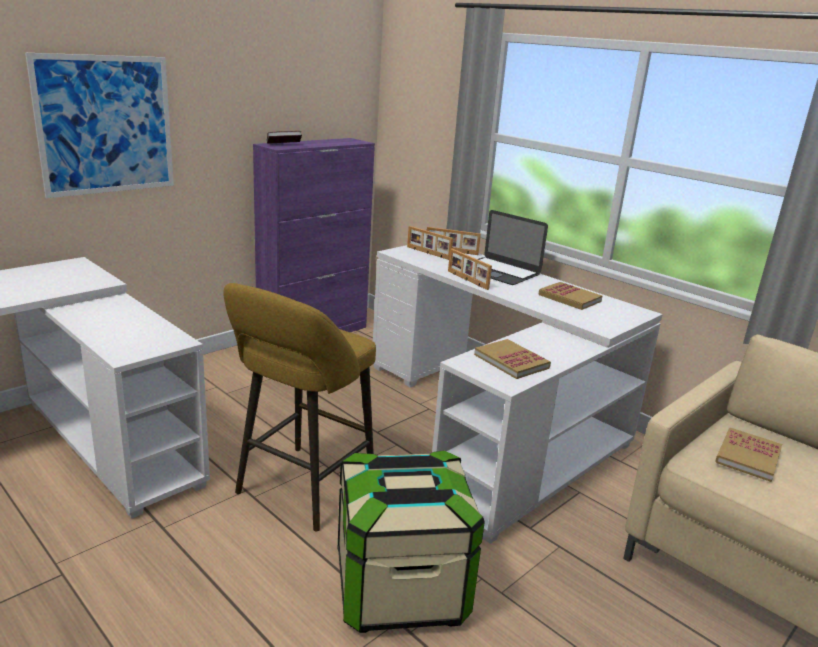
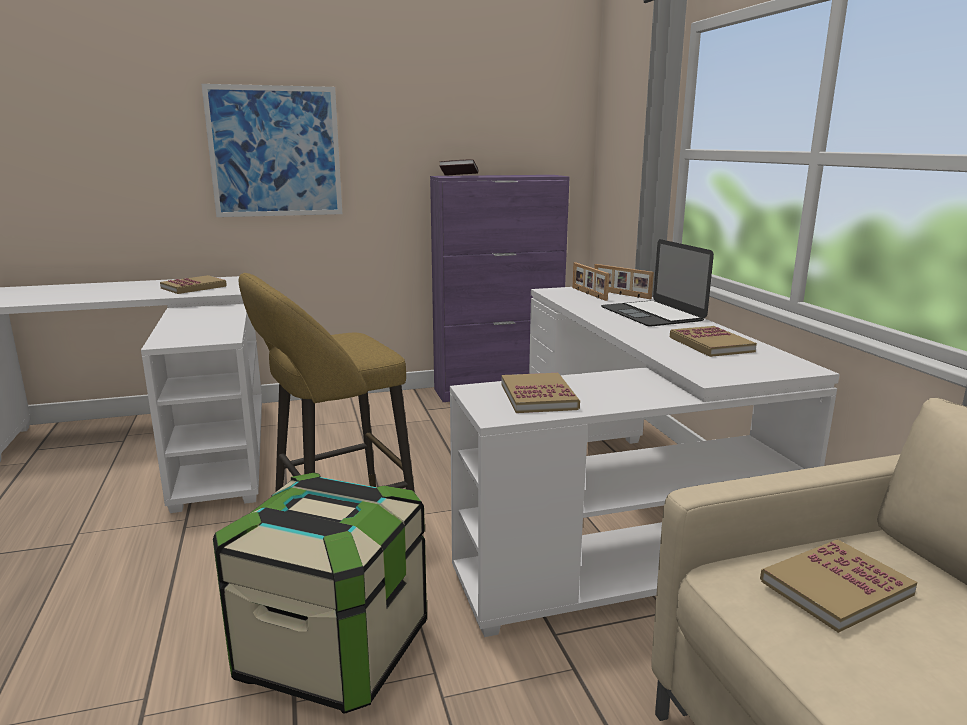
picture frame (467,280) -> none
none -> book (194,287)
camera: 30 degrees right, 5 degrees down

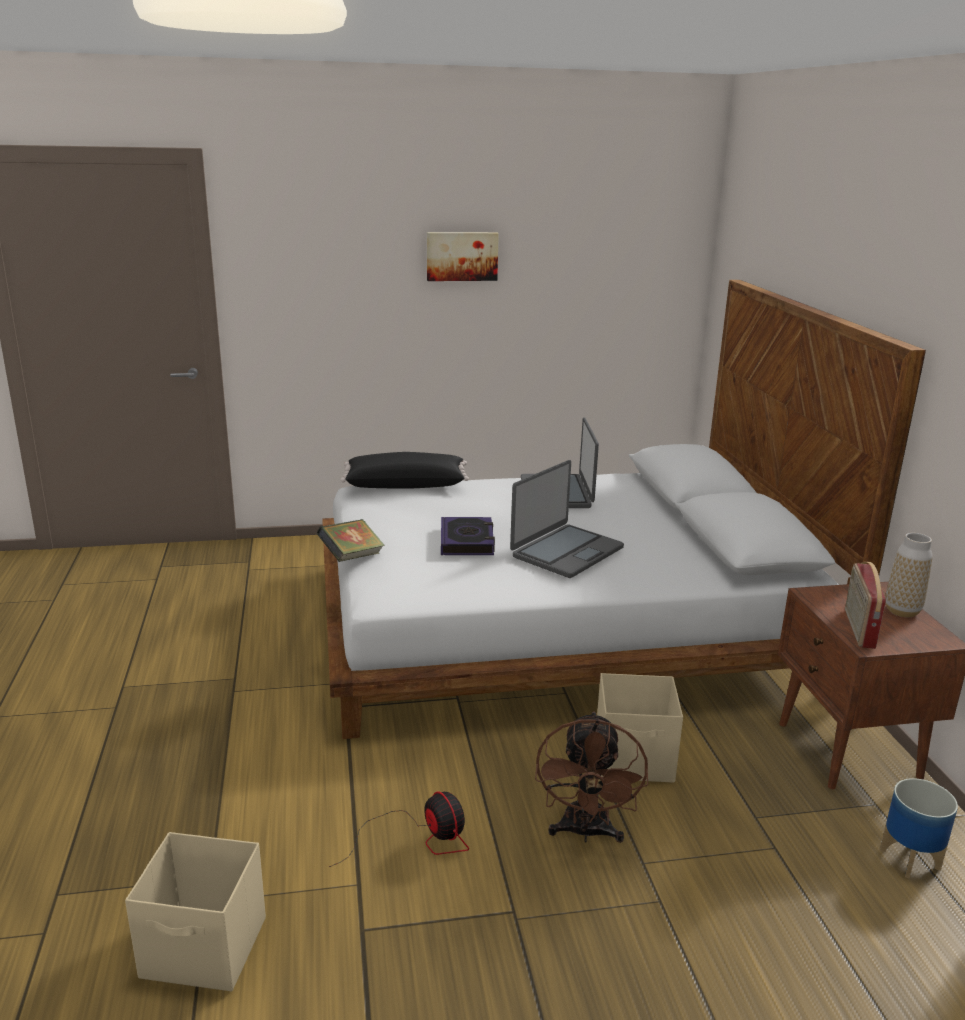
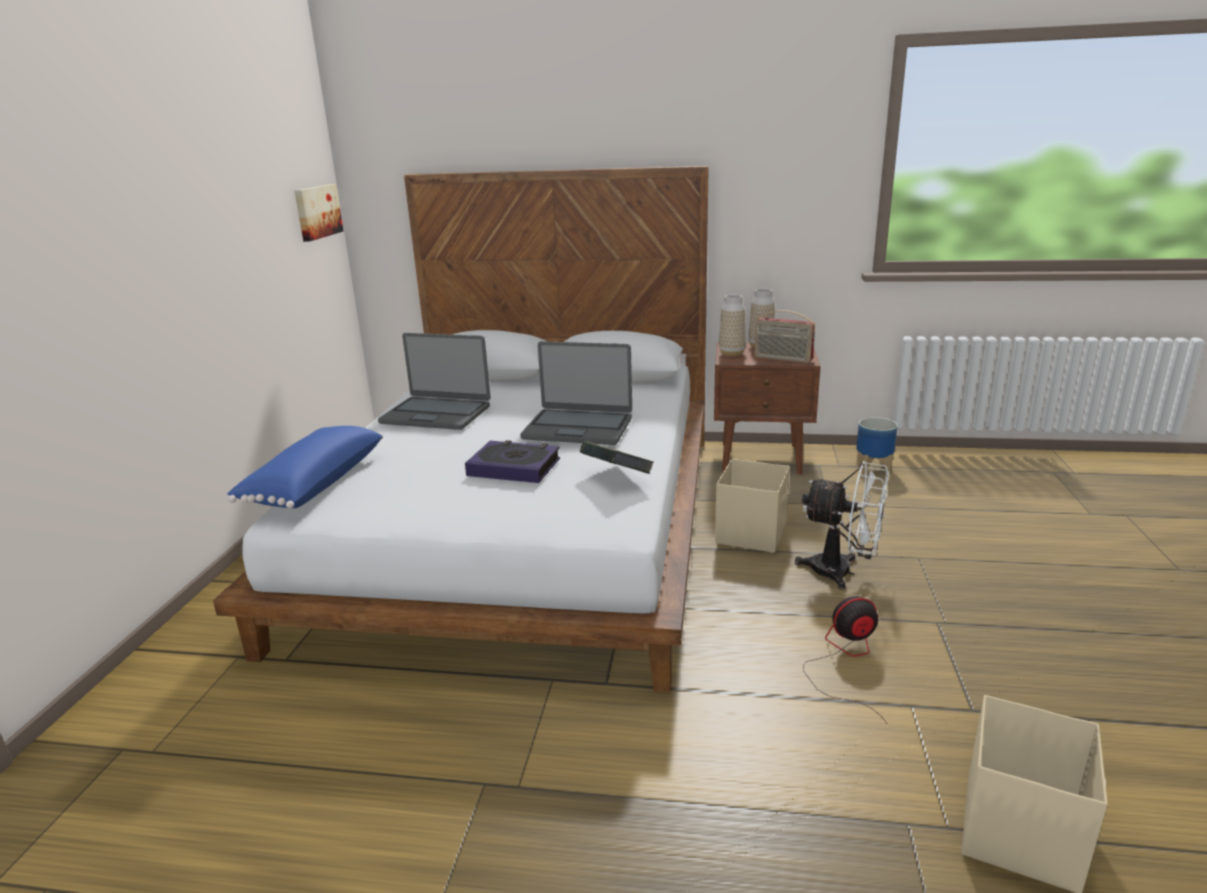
picture (462,256) -> picture (317,212), move
pillow (black) (405,485) -> pillow (blue) (313,484)
laptop (566,552) -> laptop (578,428), 135 degrees clockwise
book (351,557) -> book (616,477), move
fan (brown) (585,832) -> fan (white) (842,572)
none -> vase (731,354)
camera: 70 degrees left, 0 degrees up

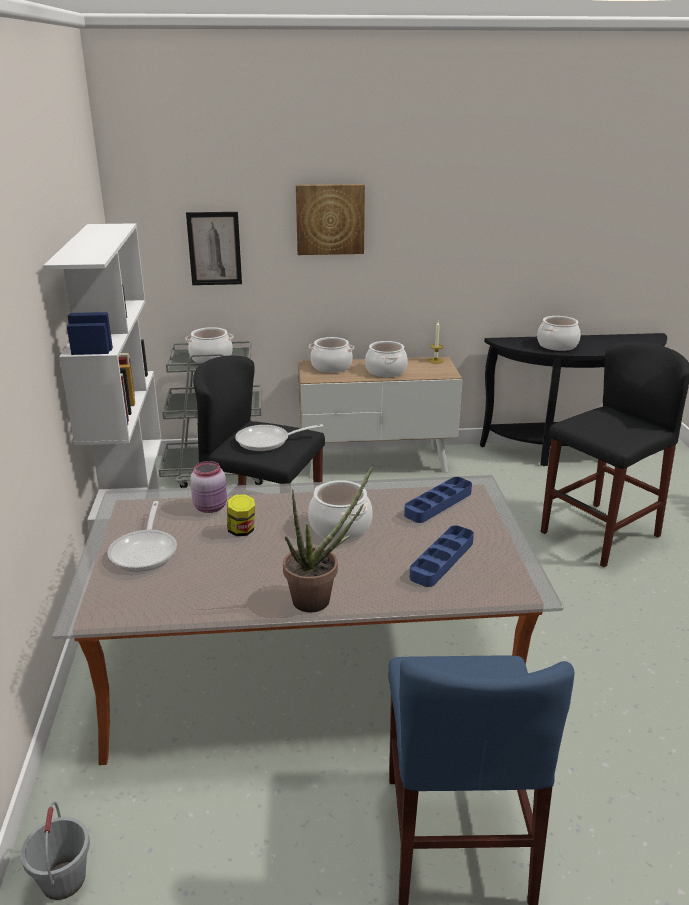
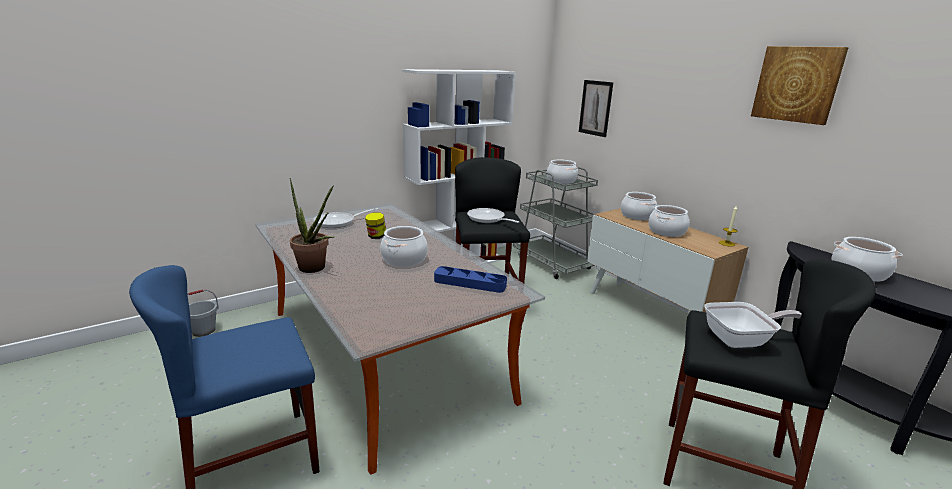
picture (330,219) -> picture (797,84), move
jar (pink) (211,507) -> none
tray (blue) (442,560) -> none
none -> frying pan (741,340)
camera: 60 degrees right, 5 degrees down

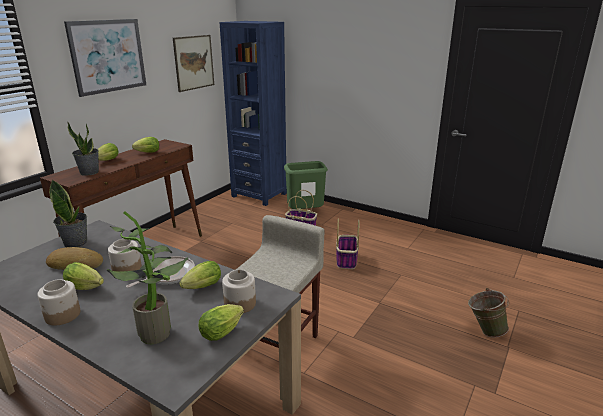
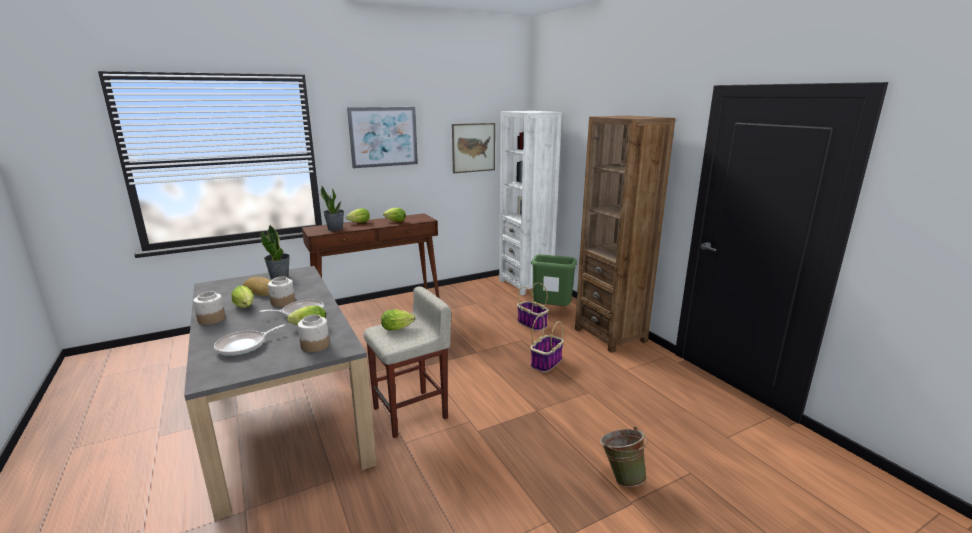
bookcase (blue) (259,195) -> bookcase (white) (525,284)
potted plant (158,331) -> frying pan (244,346)
lettuce (223,331) -> lettuce (399,328), move
none -> bookcase (brown) (610,335)
camera: 30 degrees right, 5 degrees down

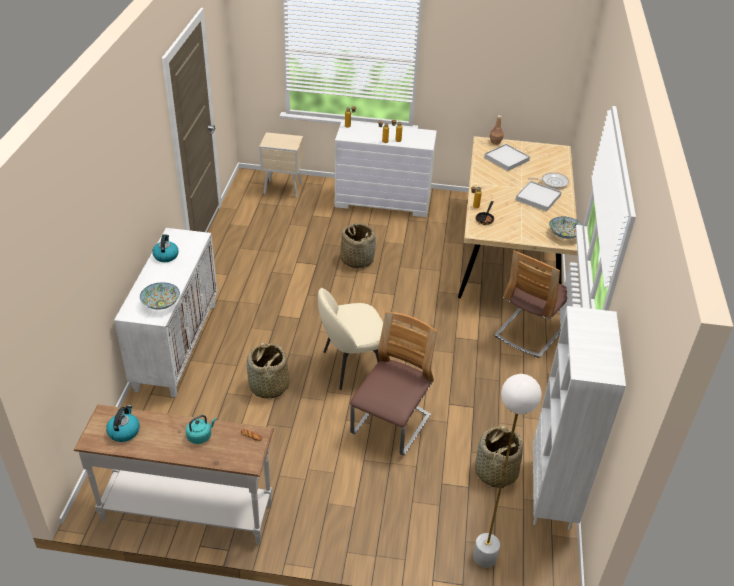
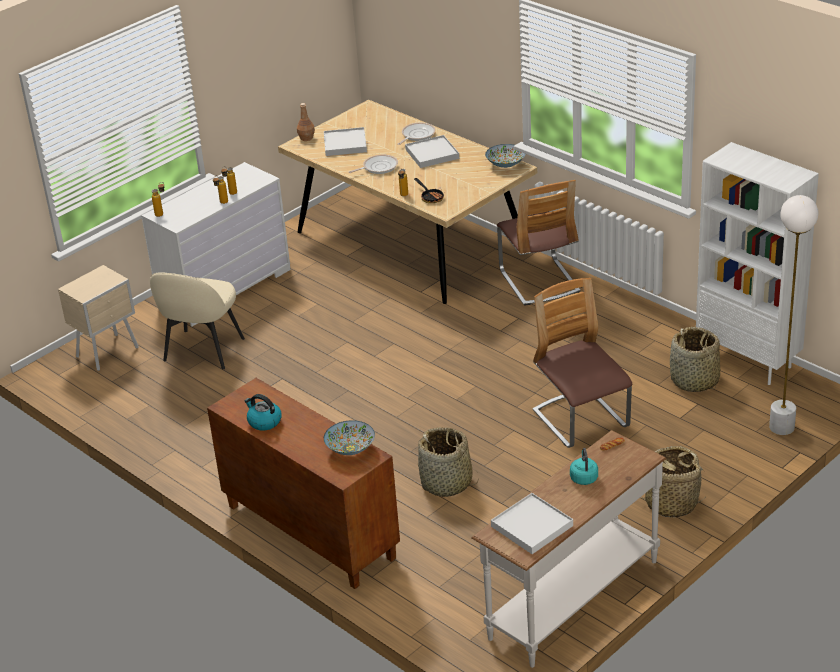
basket (357,259) -> basket (671,503), move
cabinet (white) (176,345) -> cabinet (brown) (309,532)
chair (beige) (351,366) -> chair (beige) (203,351), move
kettle (124,431) -> tray (white) (532,526)
none -> frying pan (378,167)
camera: 50 degrees left, 5 degrees down

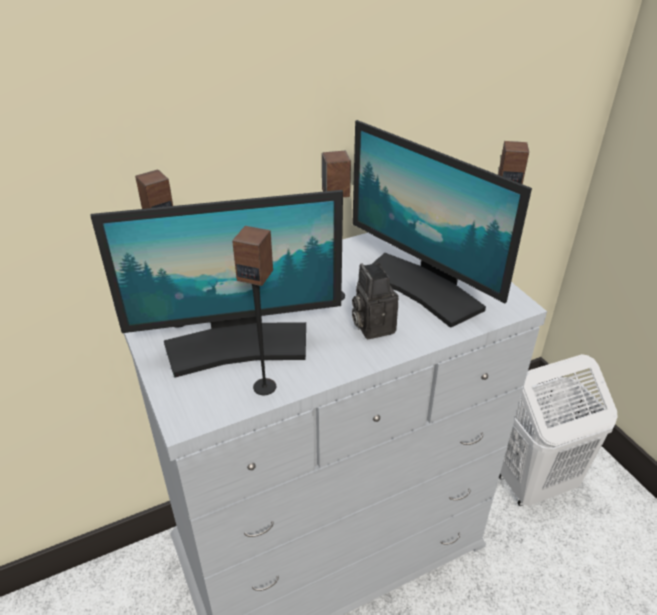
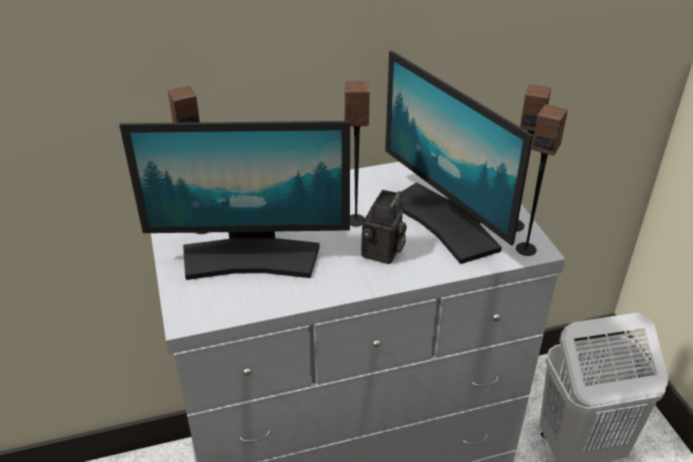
speaker (265,386) -> speaker (526,249), move
photo camera (371,326) -> photo camera (383,253), 150 degrees counterclockwise
camera: 10 degrees right, 0 degrees up

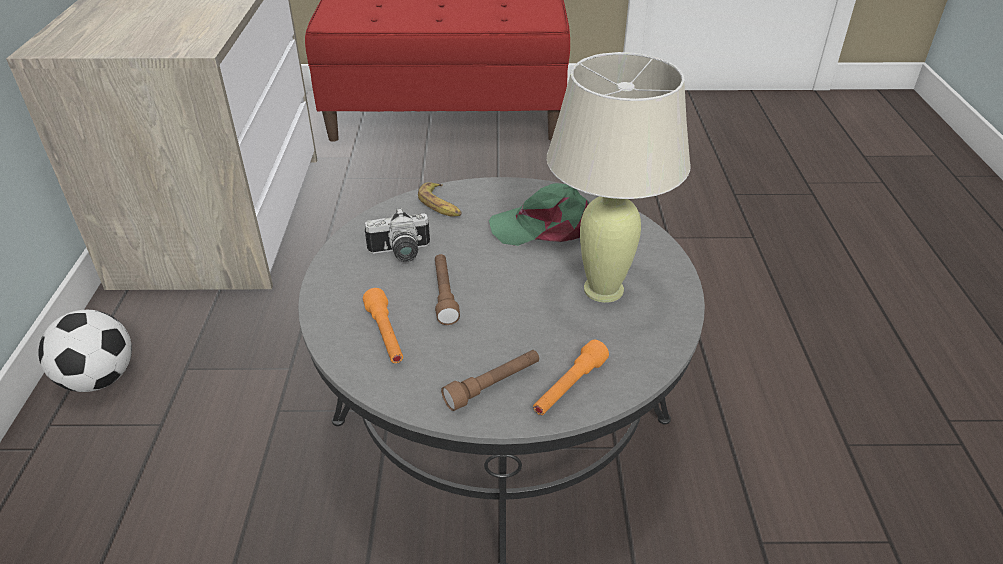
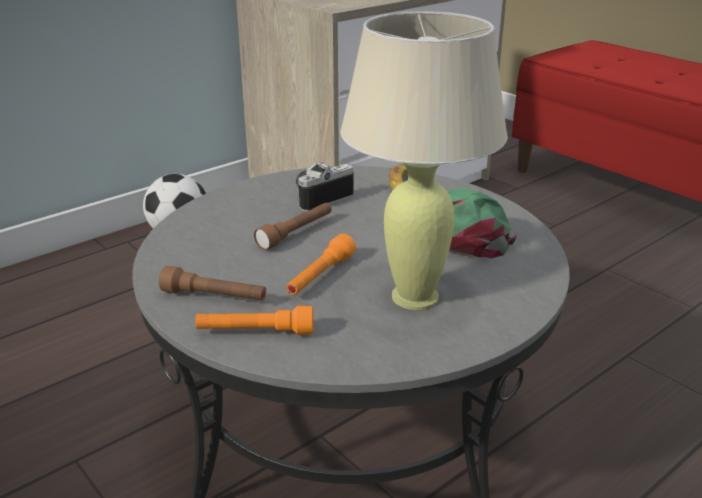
photo camera (400,253) -> photo camera (319,197), 105 degrees clockwise
flashlight (orange) (386,335) -> flashlight (orange) (320,276), move
camera: 50 degrees right, 10 degrees down

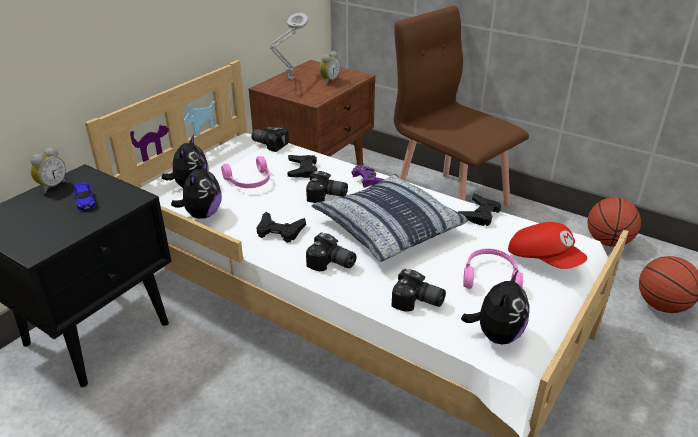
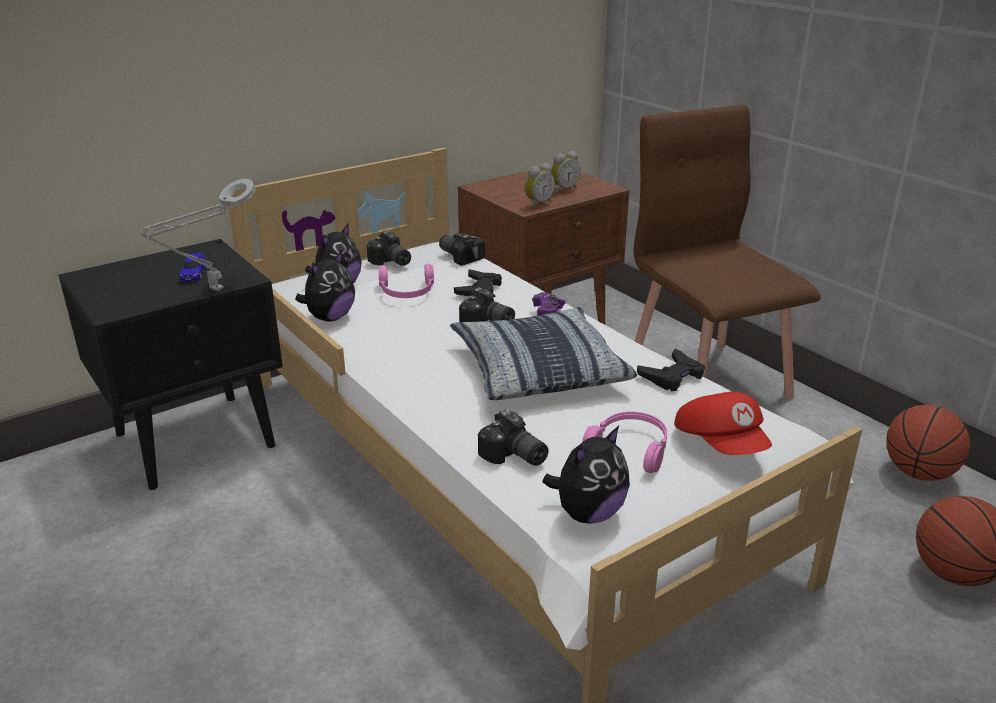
table lamp (grey) (289,80) -> table lamp (grey) (213,290), move
alarm clock (52,186) -> alarm clock (537,203), move
game controller (black) (279,231) -> none
photo camera (331,264) -> photo camera (390,262), move
camera: 20 degrees right, 5 degrees down

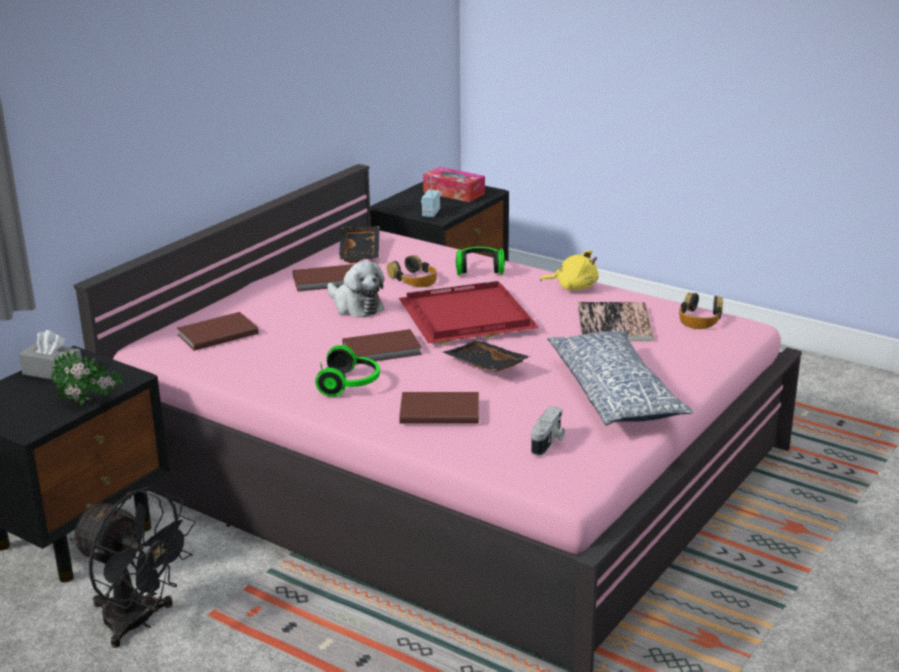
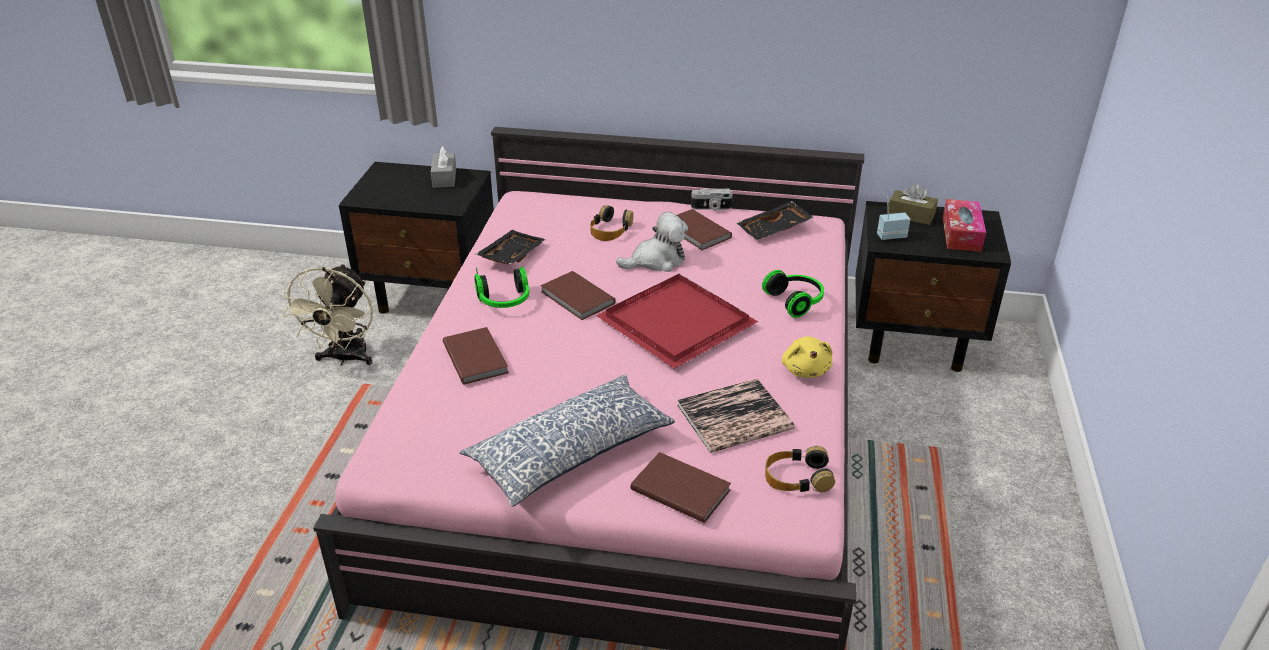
headphones (414,279) -> headphones (610,230), move
plush toy (355,306) -> plush toy (656,261), 135 degrees counterclockwise
book (brown) (216,334) -> book (brown) (680,488), move
tray (black) (484,366) -> tray (black) (510,255), move
potted plant (89,403) -> none
photo camera (548,442) -> photo camera (711,208), move
fan (black) (138,623) -> fan (beige) (345,358)
none -> tissue box (brown) (911,215)
camera: 65 degrees right, 10 degrees up

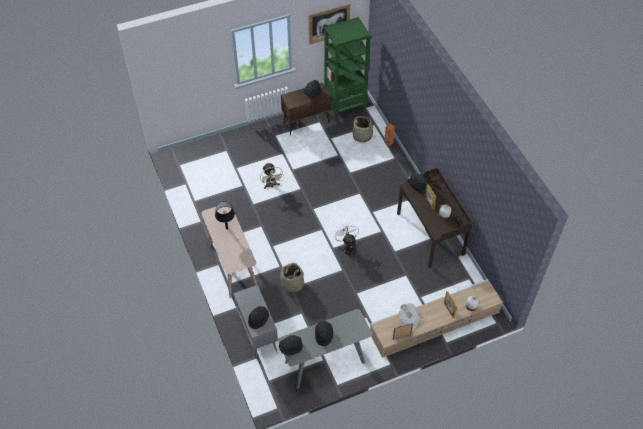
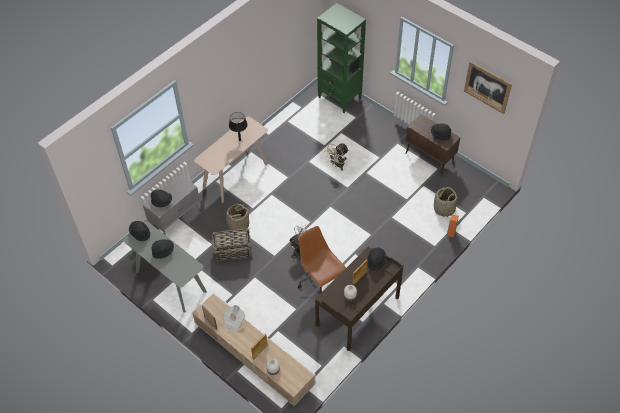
bookcase (green) (345,108) -> bookcase (green) (339,98), move
none -> office chair (brown) (320,281)
none -> basket (233,251)
camera: 65 degrees right, 0 degrees up

